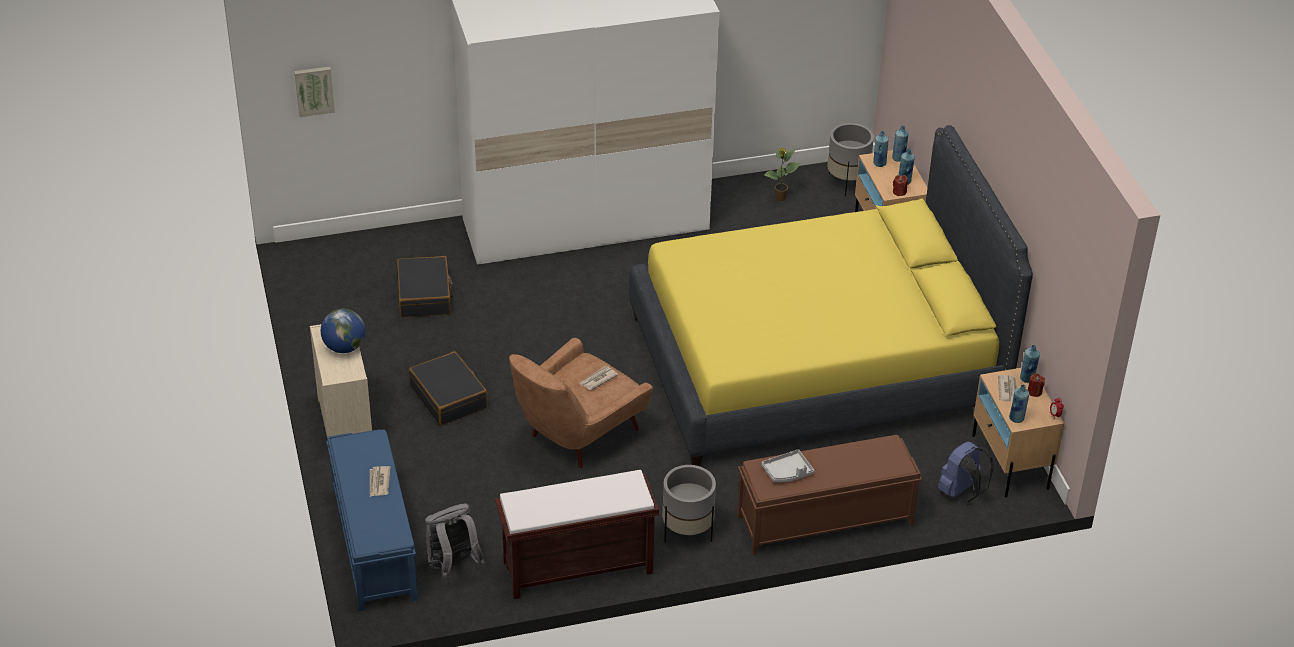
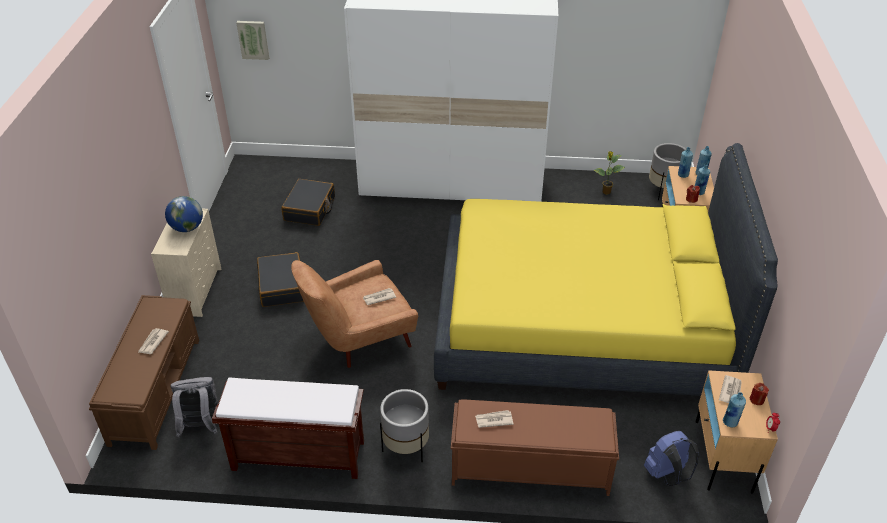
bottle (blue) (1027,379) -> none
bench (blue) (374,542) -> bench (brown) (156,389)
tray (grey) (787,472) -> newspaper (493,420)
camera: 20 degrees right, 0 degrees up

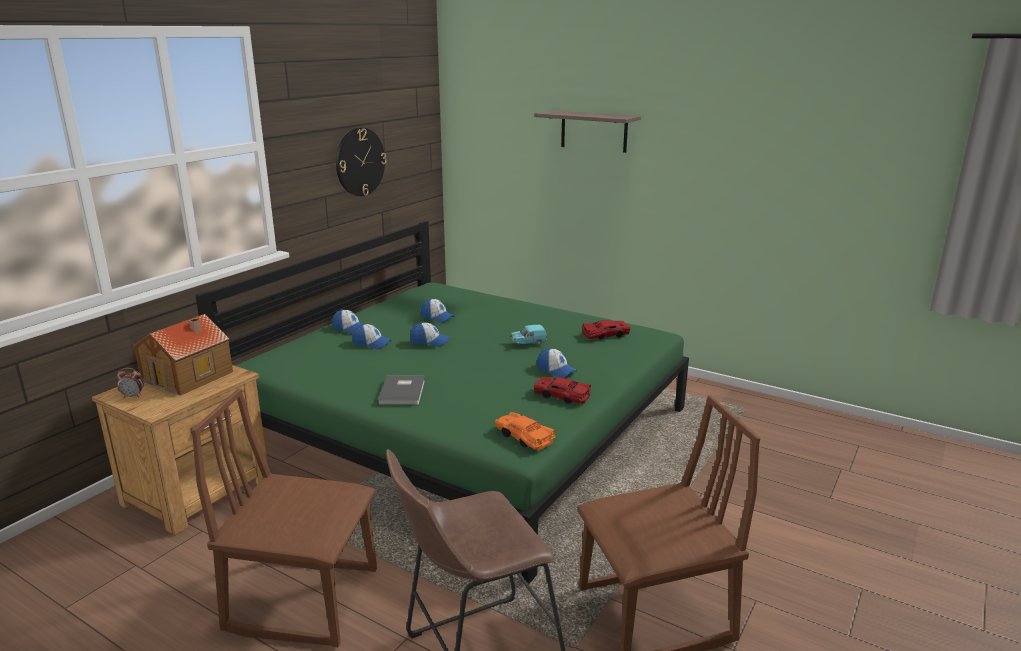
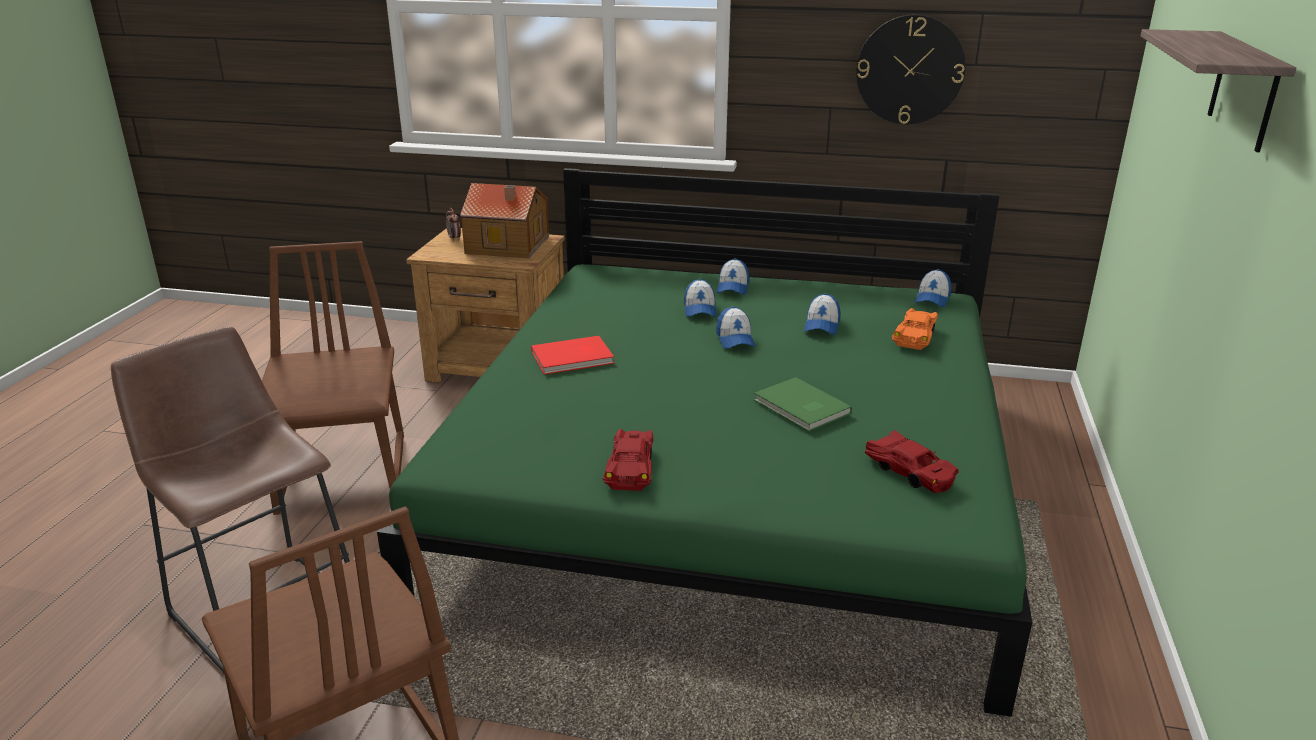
toy car (turquoise) (528,343) -> book (green) (801,408)
cap (556,370) -> cap (932,299), move
book (grey) (404,392) -> book (red) (574,358)
toy car (orange) (524,437) -> toy car (orange) (915,336), move
camera: 70 degrees right, 5 degrees up

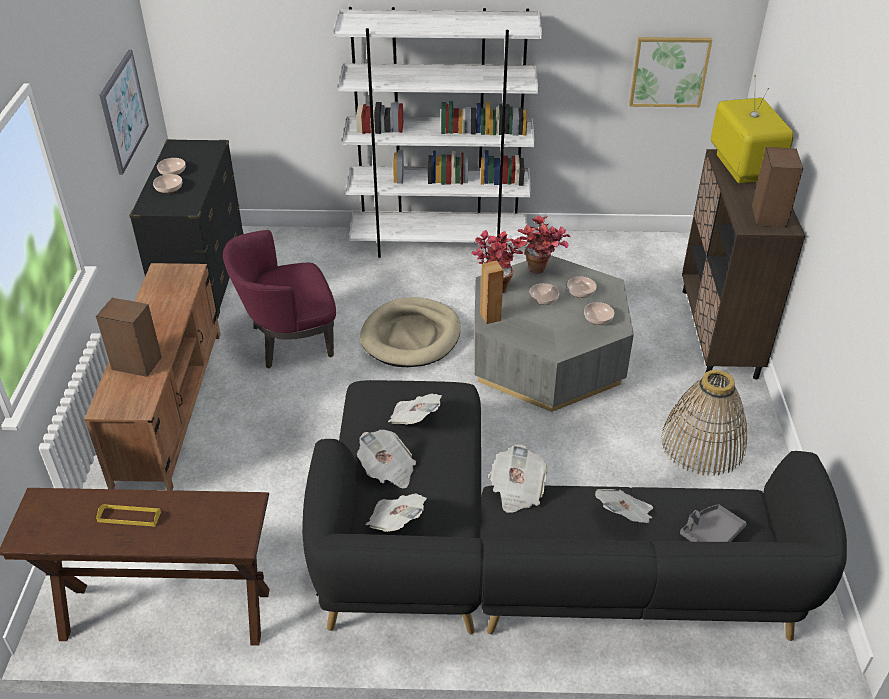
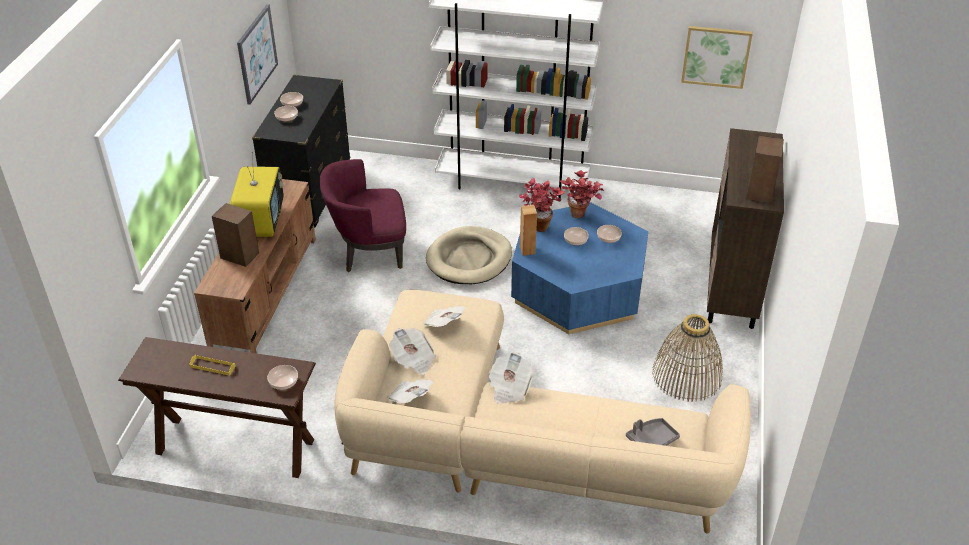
television (742,167) -> television (261,222), move
coffee table (grey) (546,357) -> coffee table (blue) (577,289)
bowl (597,318) -> bowl (283,382), move
sofa (black) (523,559) -> sofa (beige) (513,444)
newspaper (624,515) -> none
camera: 10 degrees right, 0 degrees up

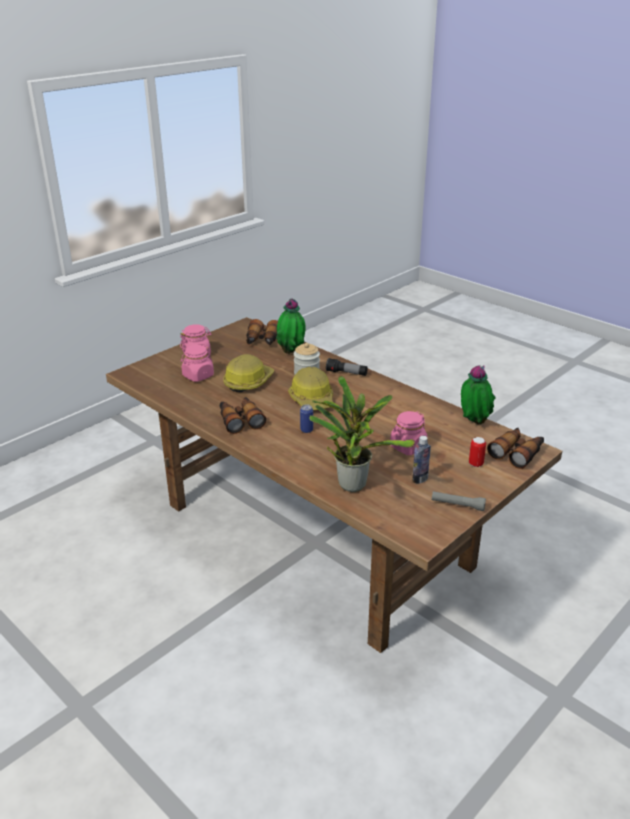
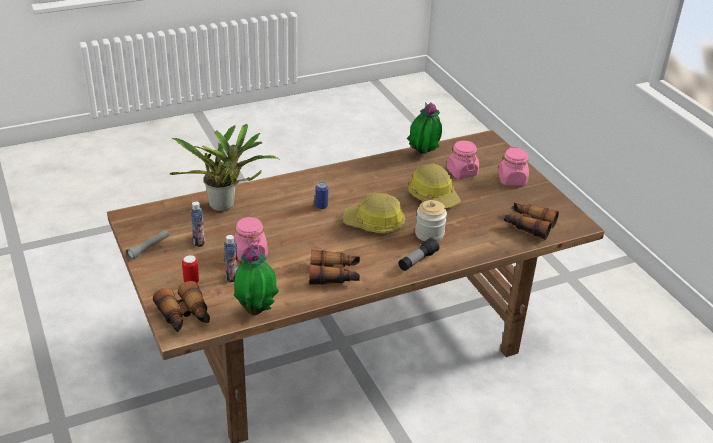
potted plant (291,352) -> potted plant (423,155), move
binoculars (240,420) -> binoculars (334,275), move
none -> bottle (232,276)
camera: 110 degrees right, 5 degrees up

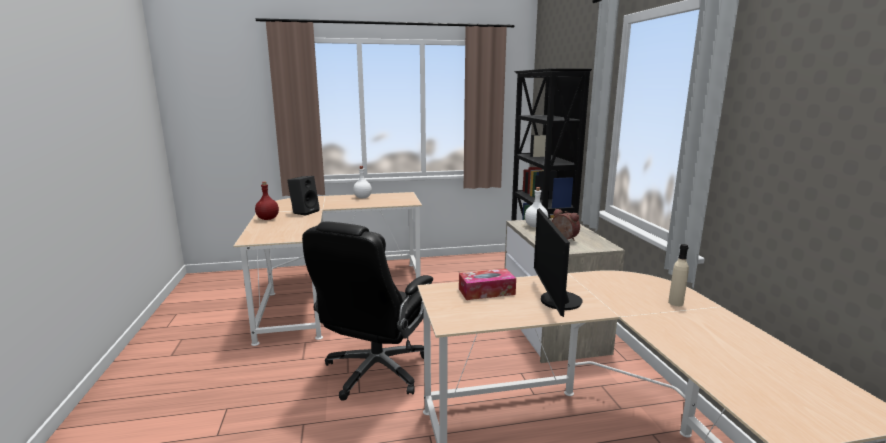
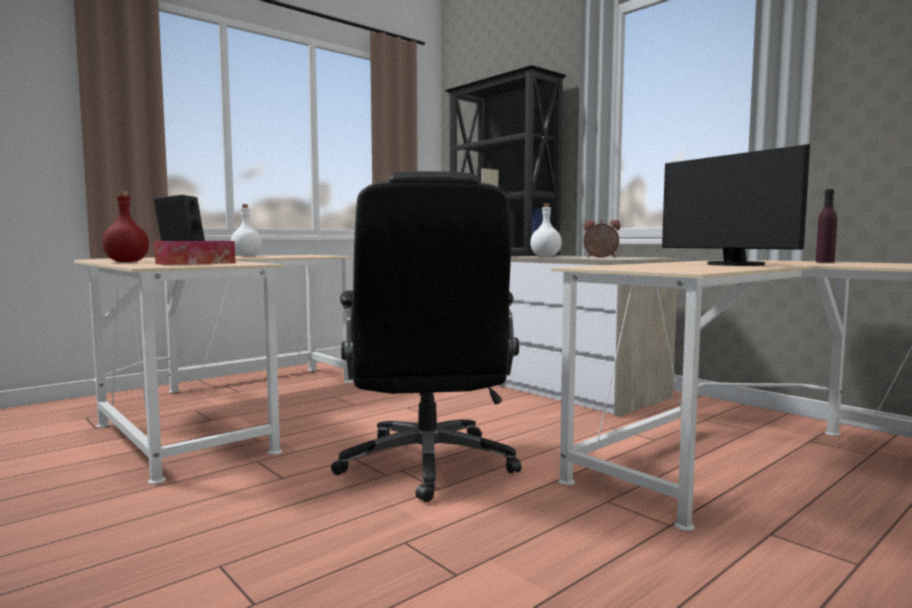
bottle (beige) (675,303) -> bottle (purple) (825,262)
tissue box (486,291) -> tissue box (196,263), move
camera: 30 degrees left, 10 degrees down

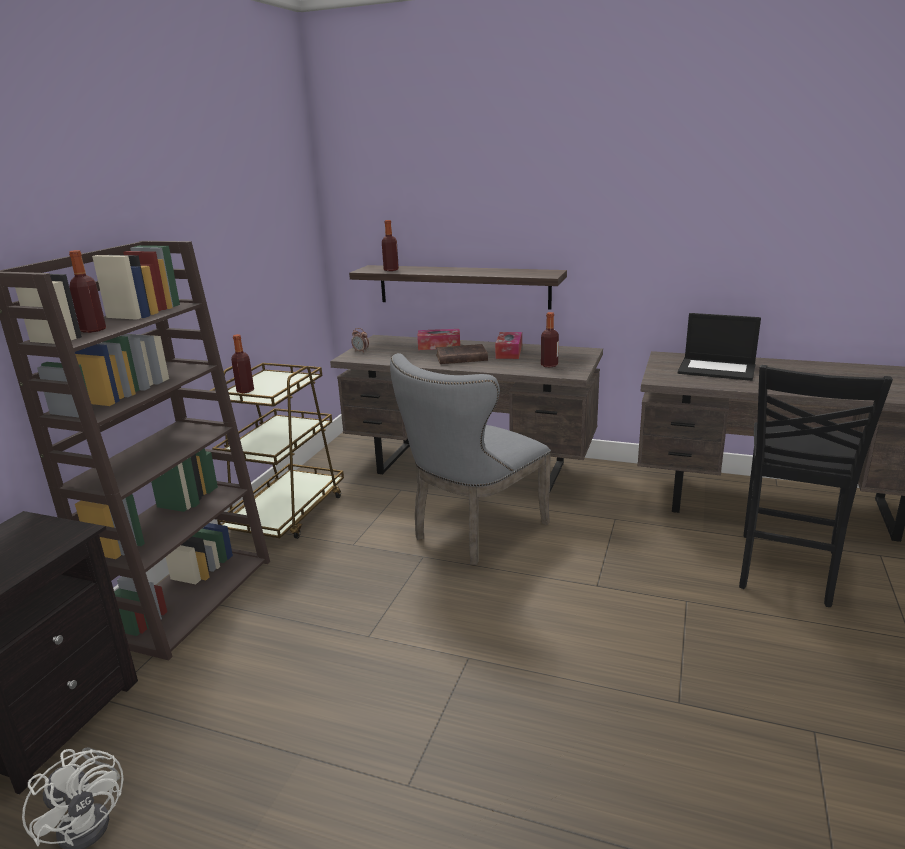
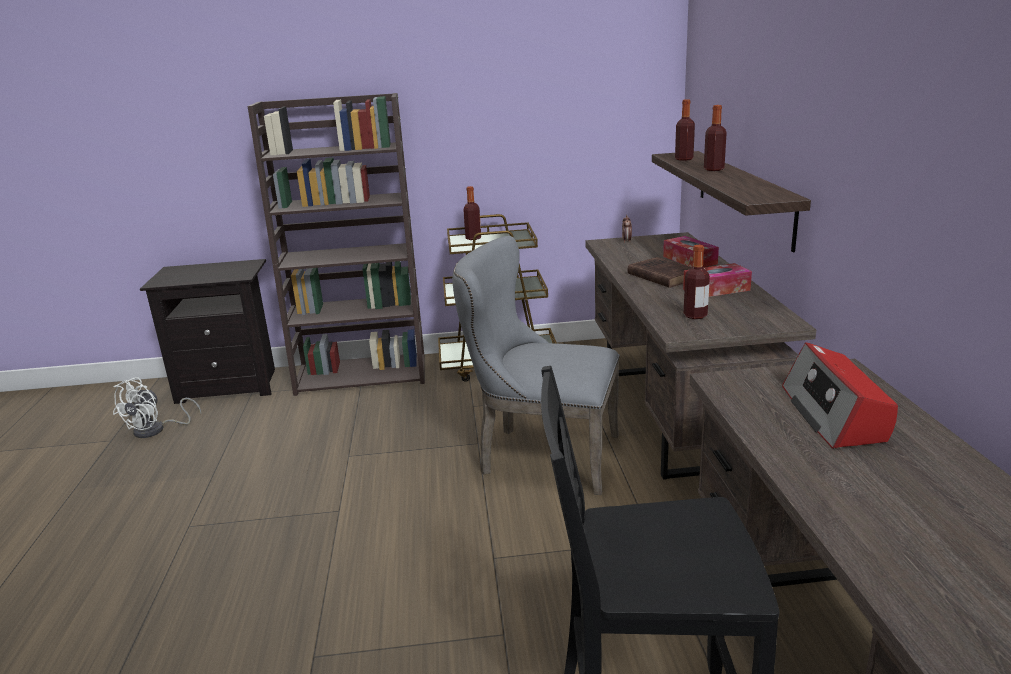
bottle (93,330) -> bottle (713,169), move
laptop (717,369) -> radio (834,414)
camera: 65 degrees right, 0 degrees up

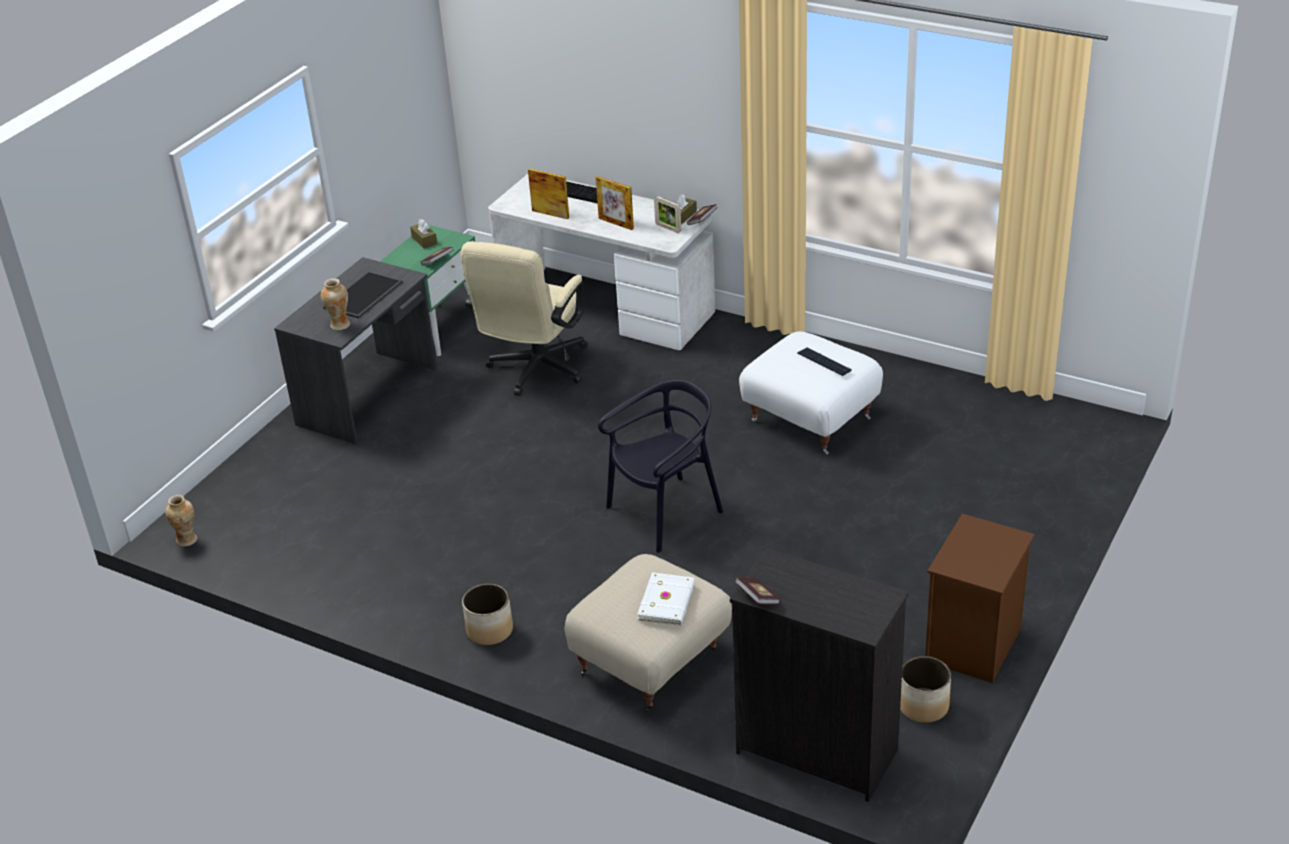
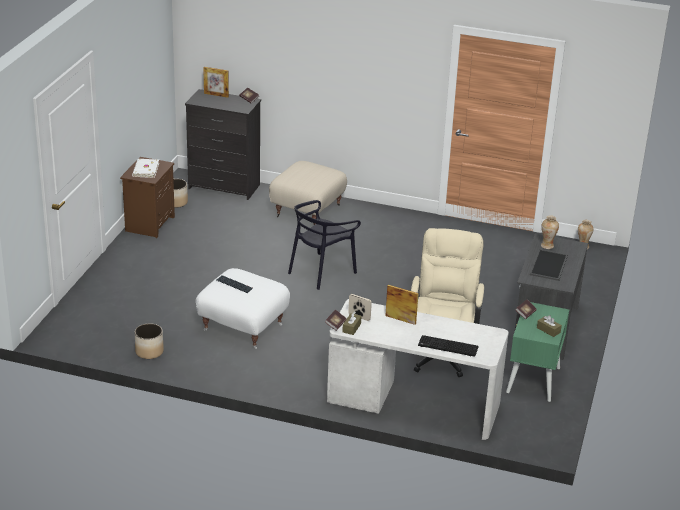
picture frame (550,214) -> picture frame (216,95), move
book (white) (668,602) -> book (white) (145,170), move
planter (490,630) -> planter (149,352), move
camera: 165 degrees right, 5 degrees down

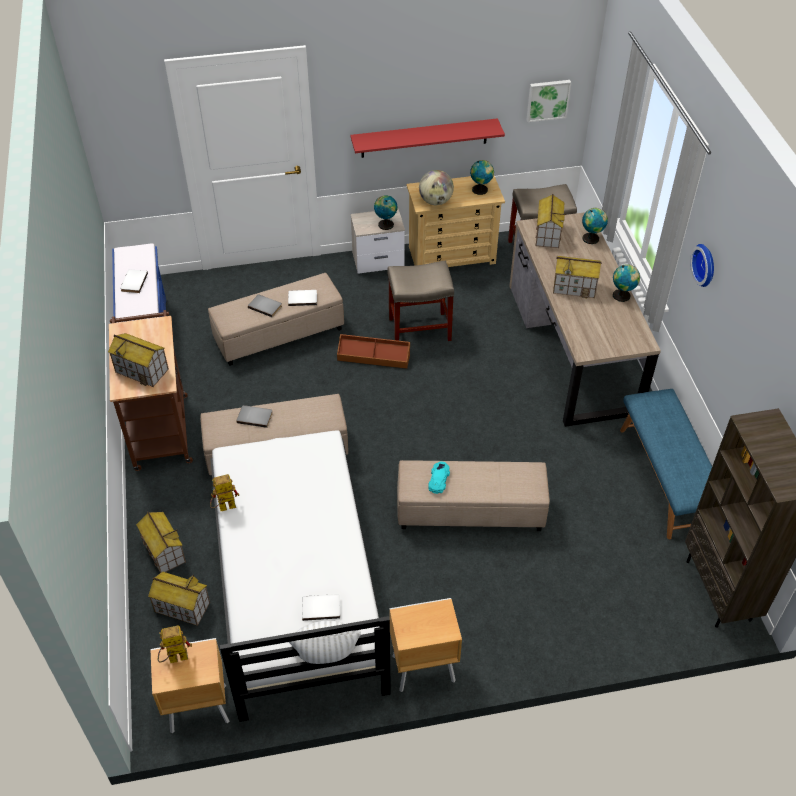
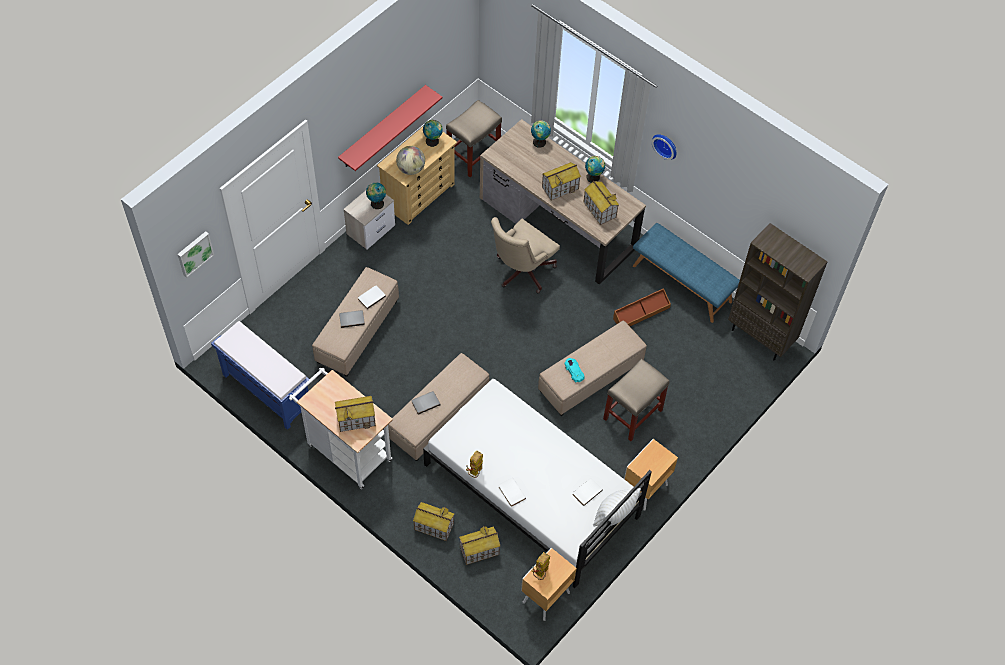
picture (547,99) -> picture (194,253), move
toy house (547,234) -> toy house (599,209), move
stool (beige) (418,329) -> stool (beige) (632,415), move
book (white) (133,282) -> book (white) (511,493), move
cart (brown) (160,427) -> cart (white) (345,450)
storage box (brown) (373,357) -> storage box (brown) (641,312), move
none -> office chair (beige) (521,272)
camera: 40 degrees left, 10 degrees up

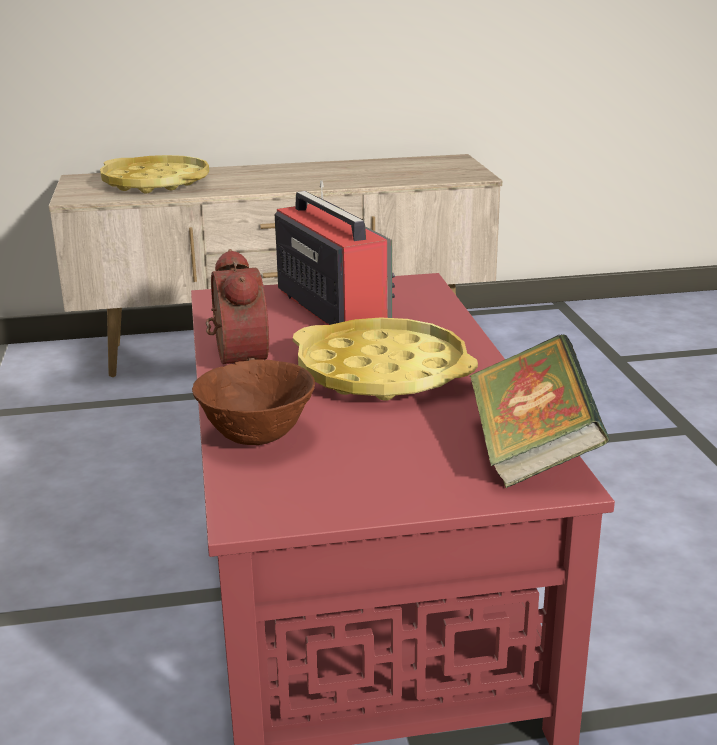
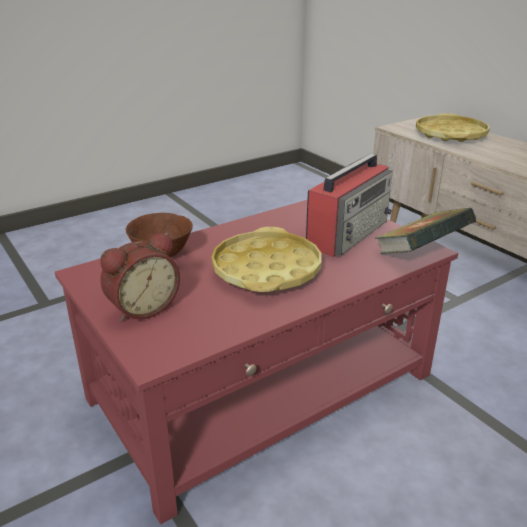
alarm clock (235,359) -> alarm clock (142,307), move
book (531,452) -> book (420,254), move
camera: 65 degrees right, 5 degrees up

